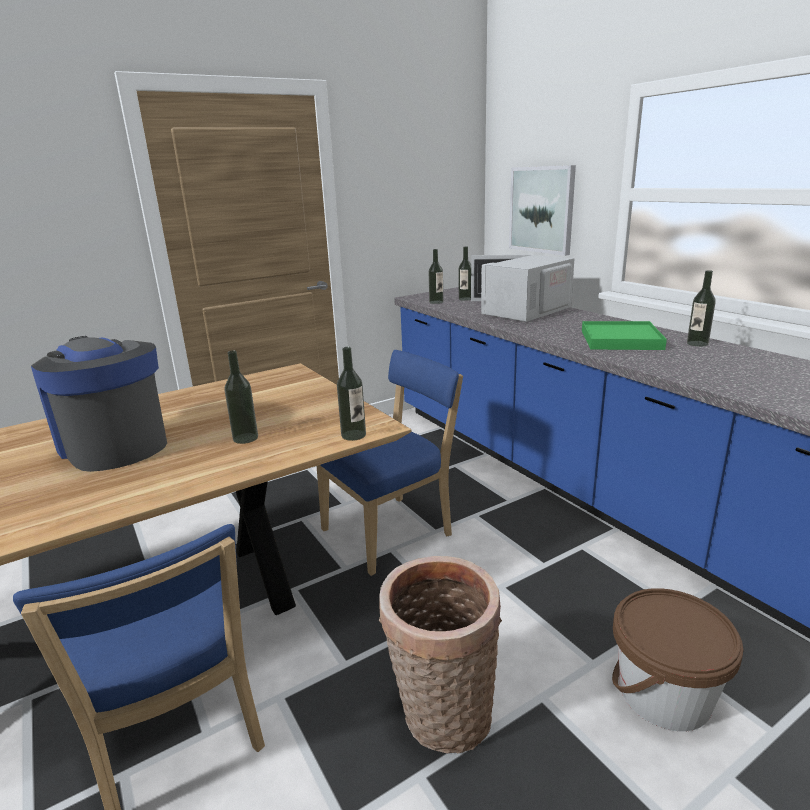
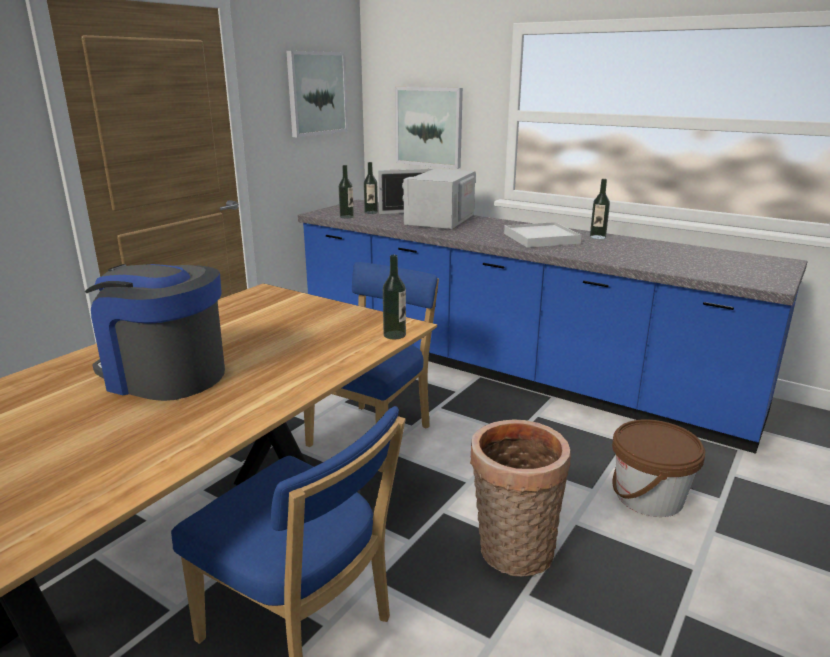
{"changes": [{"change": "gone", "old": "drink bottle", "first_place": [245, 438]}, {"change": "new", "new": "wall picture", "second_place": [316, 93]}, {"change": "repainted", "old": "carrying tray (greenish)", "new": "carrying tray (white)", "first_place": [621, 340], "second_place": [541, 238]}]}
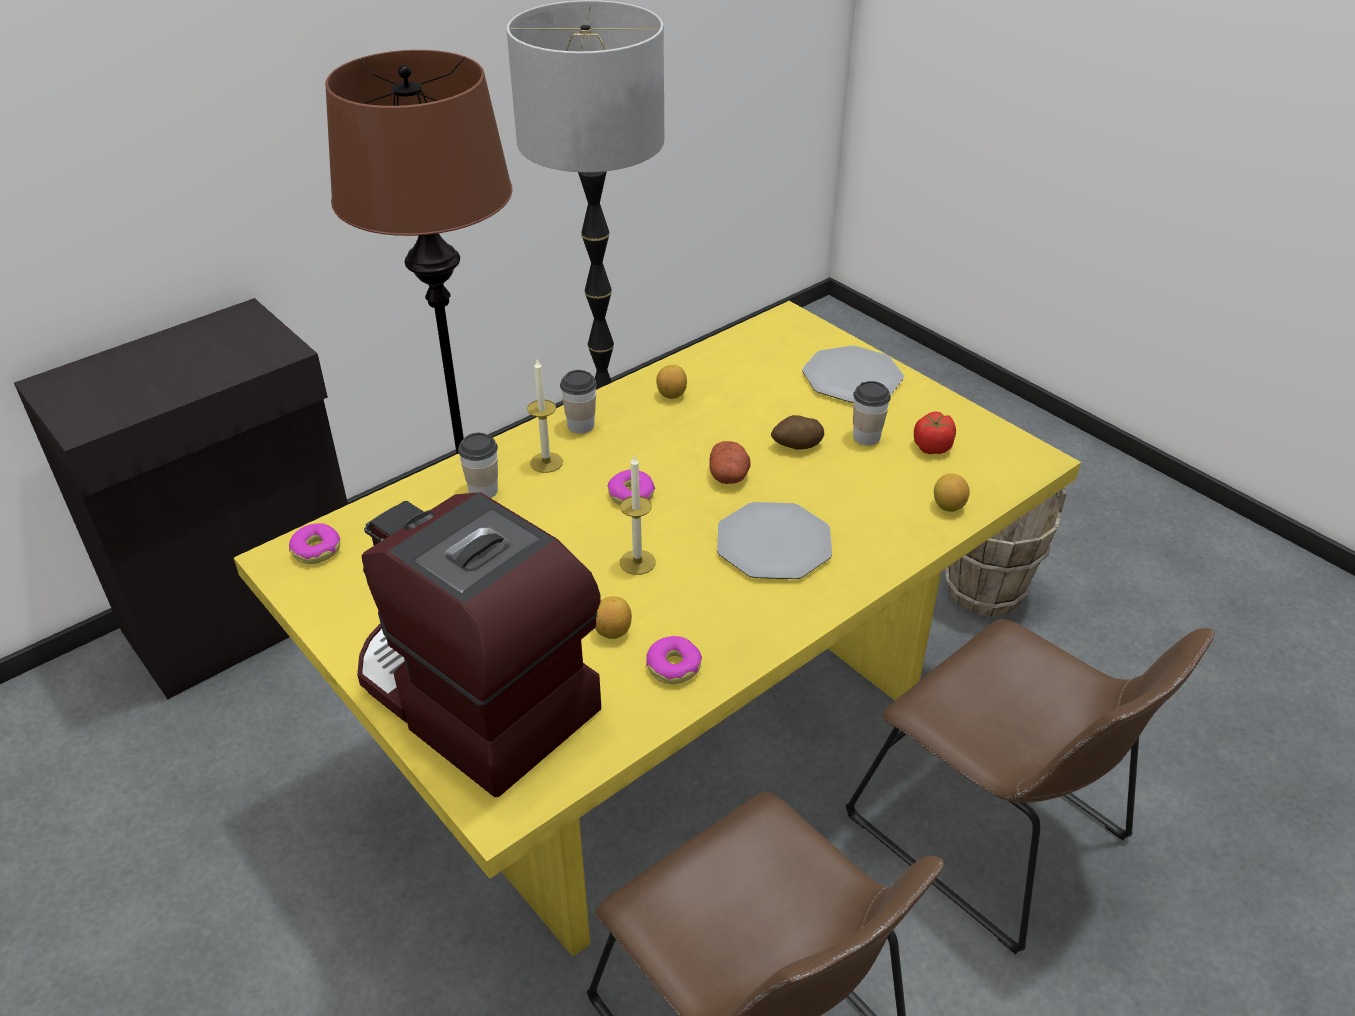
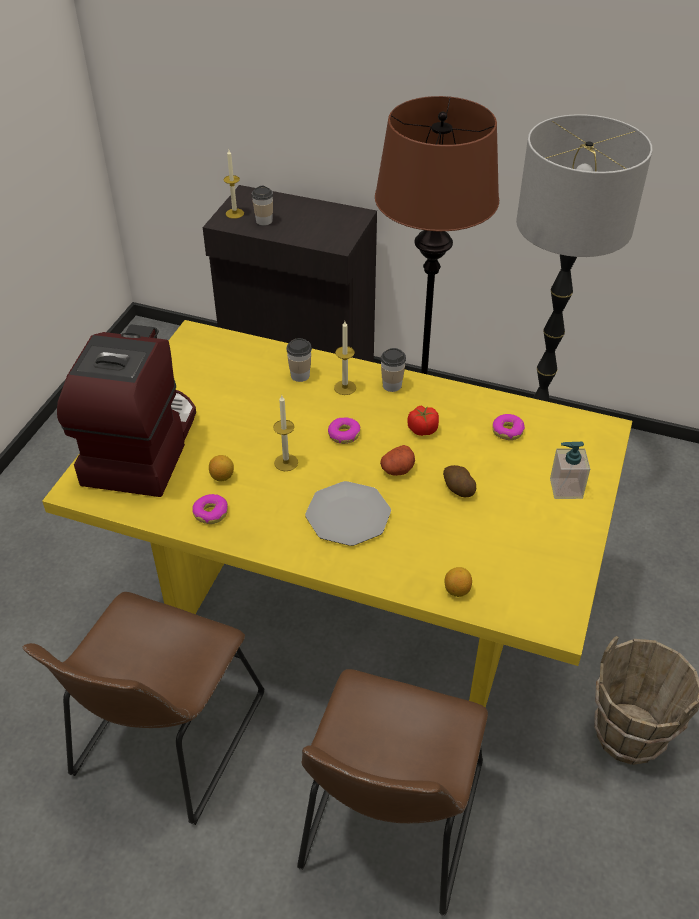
{"changes": [{"change": "gone", "old": "citrus fruit", "first_place": [671, 394]}, {"change": "new", "new": "candle", "second_place": [234, 213]}, {"change": "shifted", "old": "ring doughnut", "first_place": [316, 550], "second_place": [507, 431]}, {"change": "shifted", "old": "drinking cup", "first_place": [866, 437], "second_place": [264, 221]}, {"change": "shifted", "old": "tomato", "first_place": [932, 447], "second_place": [422, 429]}, {"change": "swapped", "old": "flat dish", "new": "liquid soap bottle", "first_place": [852, 377], "second_place": [565, 488]}]}
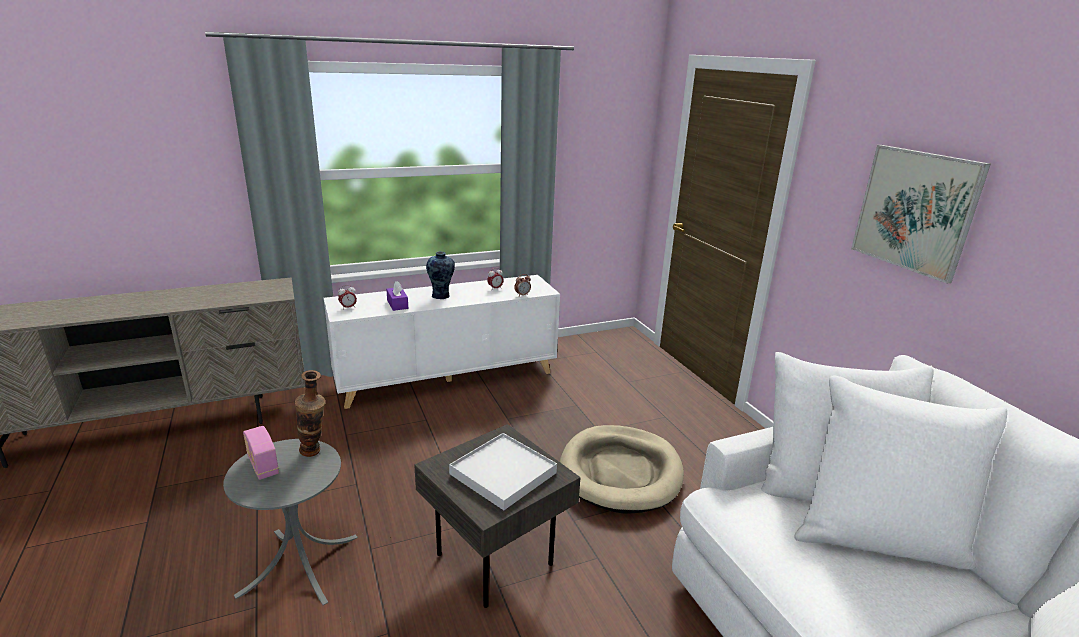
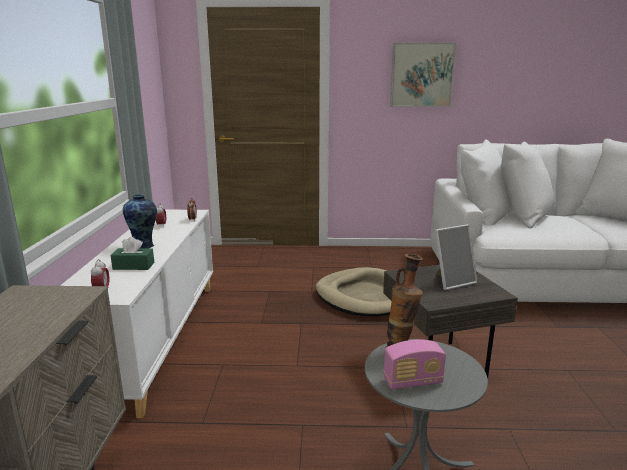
{"changes": [{"change": "swapped", "old": "carrying tray (white)", "new": "picture frame", "first_place": [503, 473], "second_place": [452, 281]}, {"change": "repainted", "old": "box of tissues (purplish)", "new": "box of tissues (greenish)", "first_place": [397, 304], "second_place": [133, 266]}]}
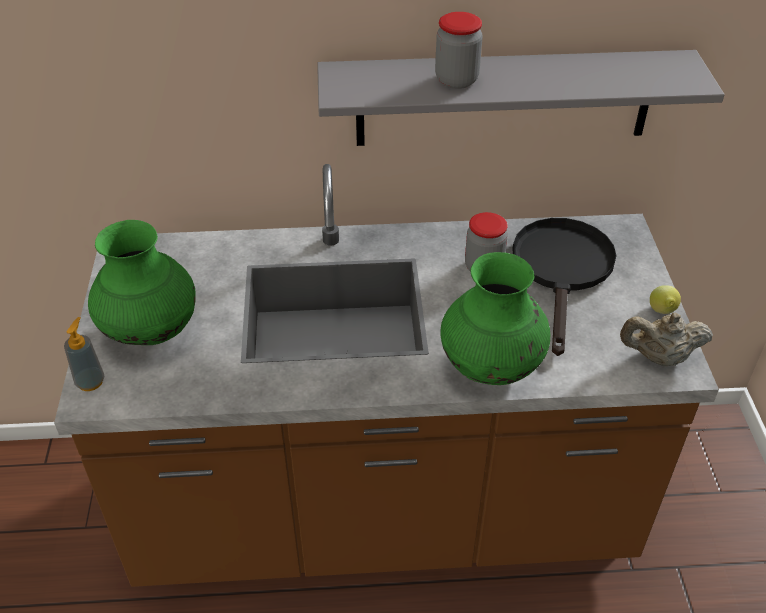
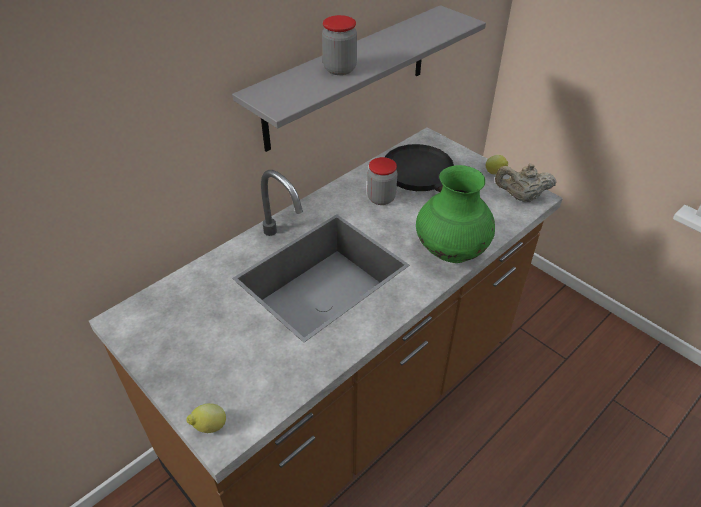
{"changes": [{"change": "gone", "old": "flower vase (greenish)", "first_place": [151, 332]}, {"change": "swapped", "old": "liquid soap bottle", "new": "citrus fruit", "first_place": [90, 382], "second_place": [209, 427]}, {"change": "rotated", "old": "teapot (sand-coloured)", "first_place": [659, 357], "second_place": [521, 197], "degrees": 45}]}
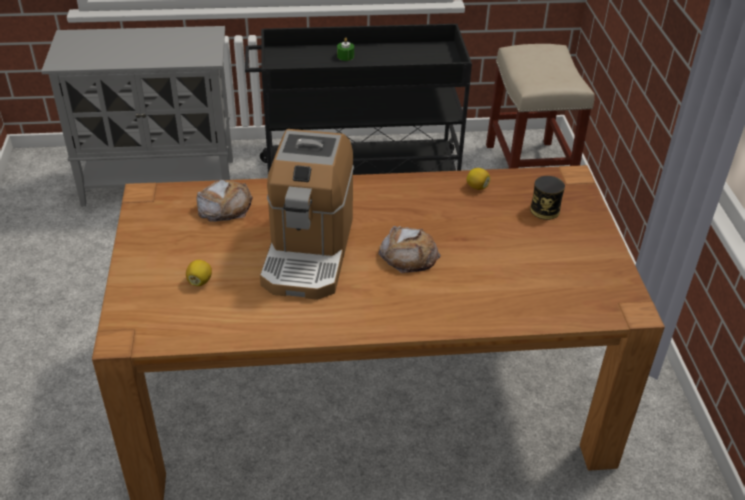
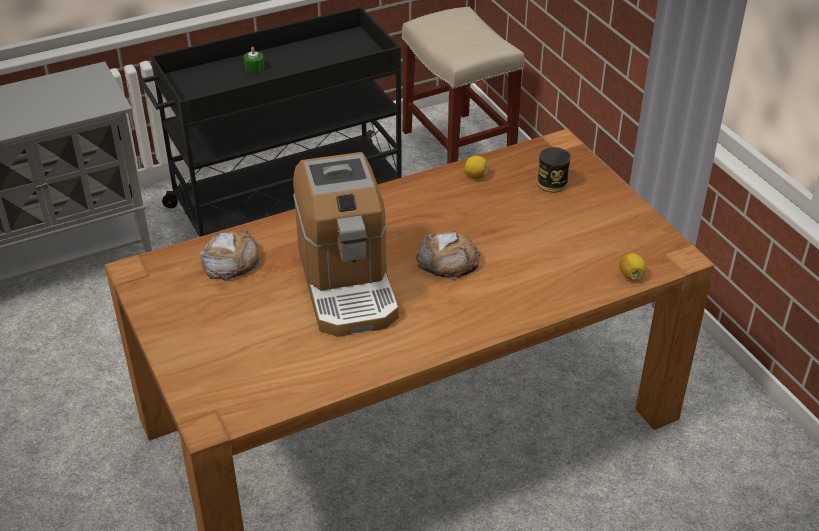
{"changes": [{"change": "shifted", "old": "citrus fruit", "first_place": [200, 281], "second_place": [631, 275]}]}
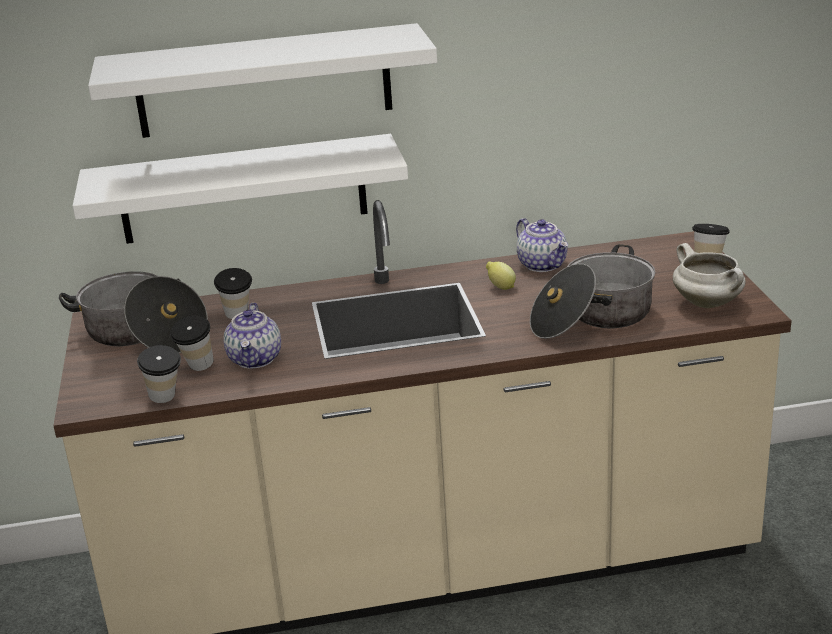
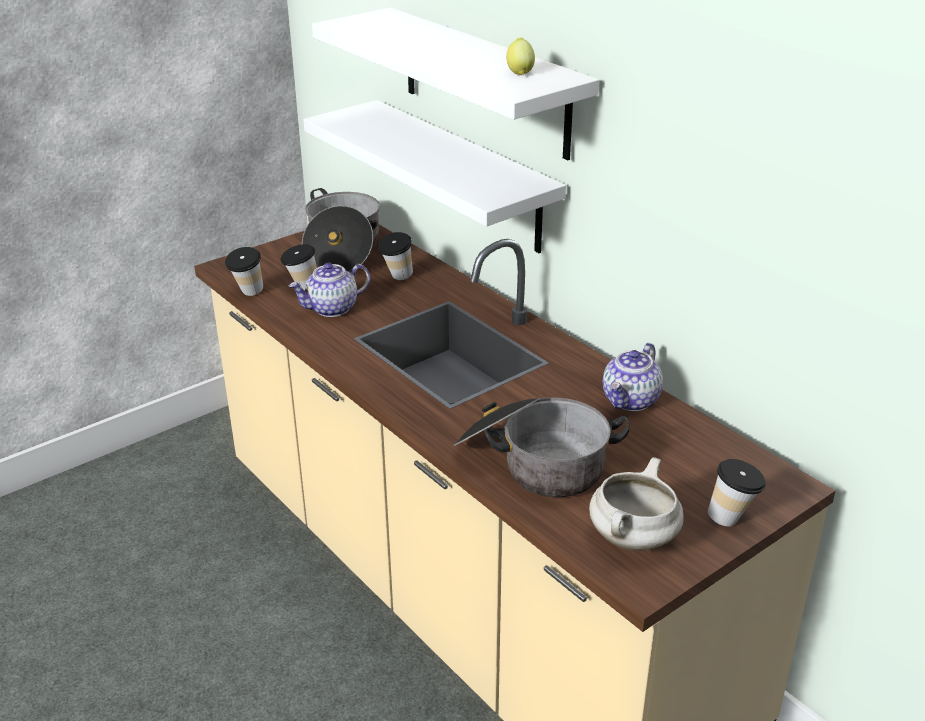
{"changes": [{"change": "shifted", "old": "citrus fruit", "first_place": [500, 287], "second_place": [520, 72]}]}
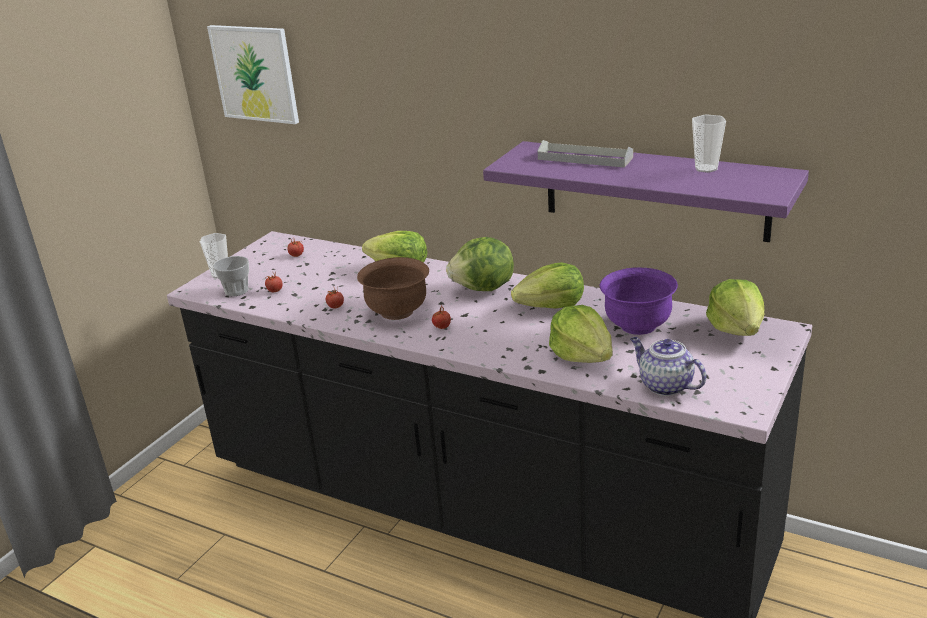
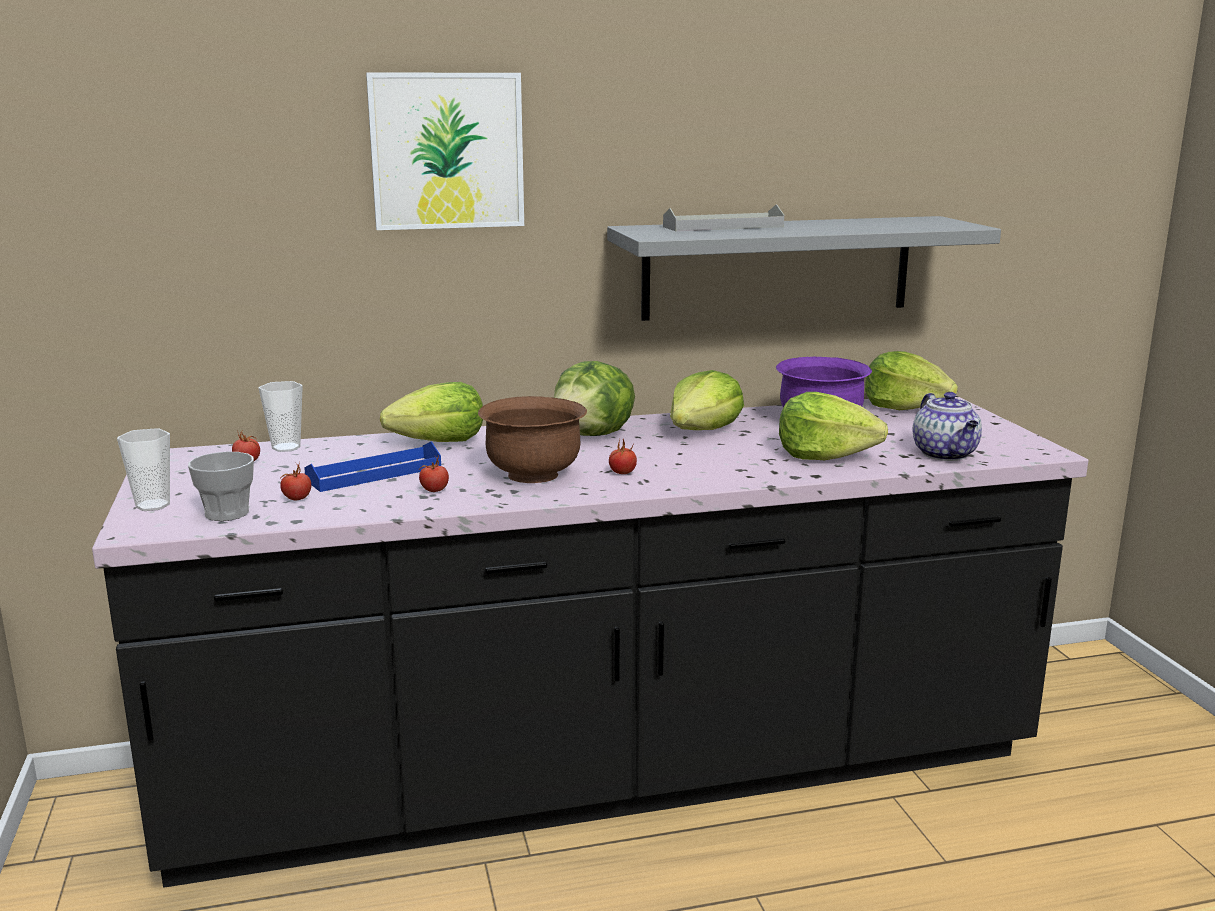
{"changes": [{"change": "new", "new": "carrying tray (blue)", "second_place": [374, 474]}, {"change": "shifted", "old": "wall picture", "first_place": [255, 73], "second_place": [447, 151]}, {"change": "shifted", "old": "drinking cup", "first_place": [706, 168], "second_place": [286, 447]}, {"change": "repainted", "old": "shelf (purplish)", "new": "shelf (gray)", "first_place": [654, 190], "second_place": [777, 267]}, {"change": "rotated", "old": "teapot", "first_place": [664, 385], "second_place": [946, 455], "degrees": -105}]}
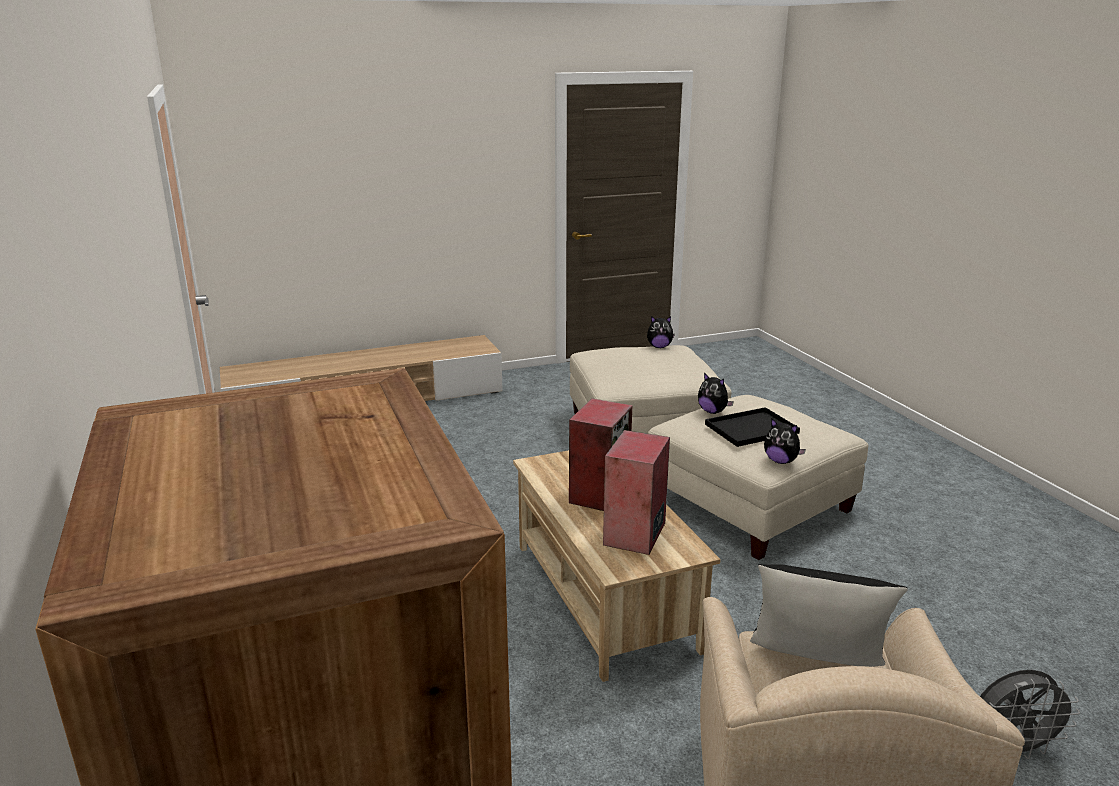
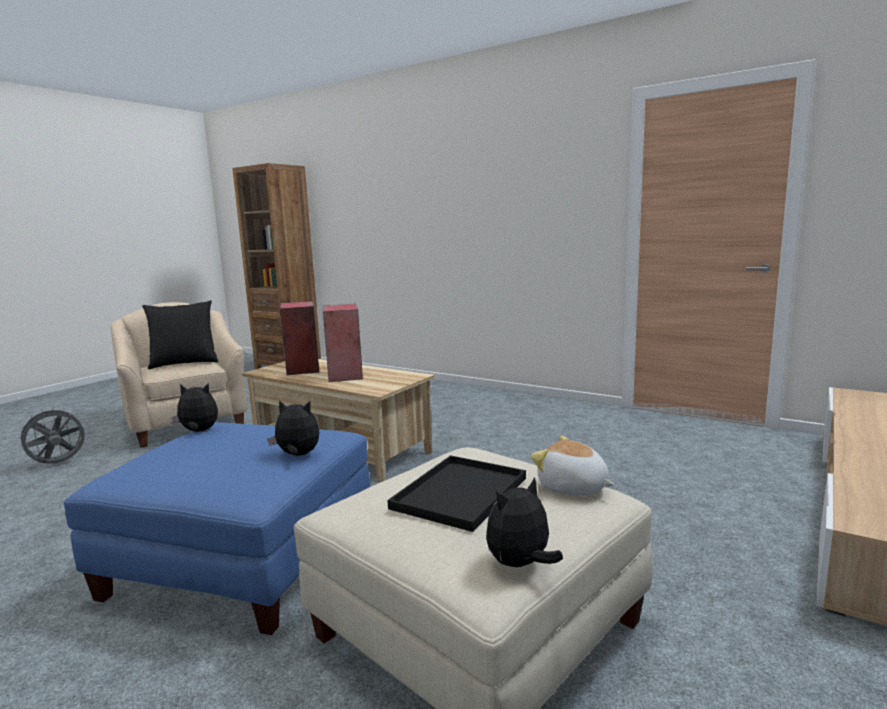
{"changes": [{"change": "new", "new": "cuddly toy", "second_place": [572, 488]}, {"change": "shifted", "old": "carrying tray (black-coloured)", "first_place": [752, 428], "second_place": [460, 494]}, {"change": "repainted", "old": "pouffe (sand-coloured)", "new": "pouffe (blue)", "first_place": [750, 504], "second_place": [242, 557]}]}
